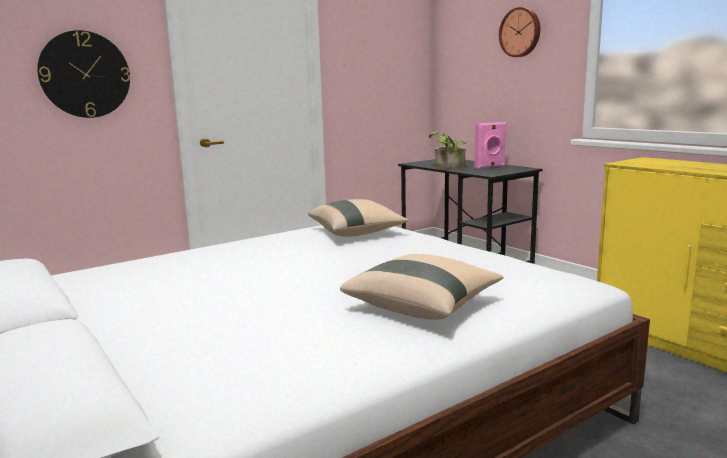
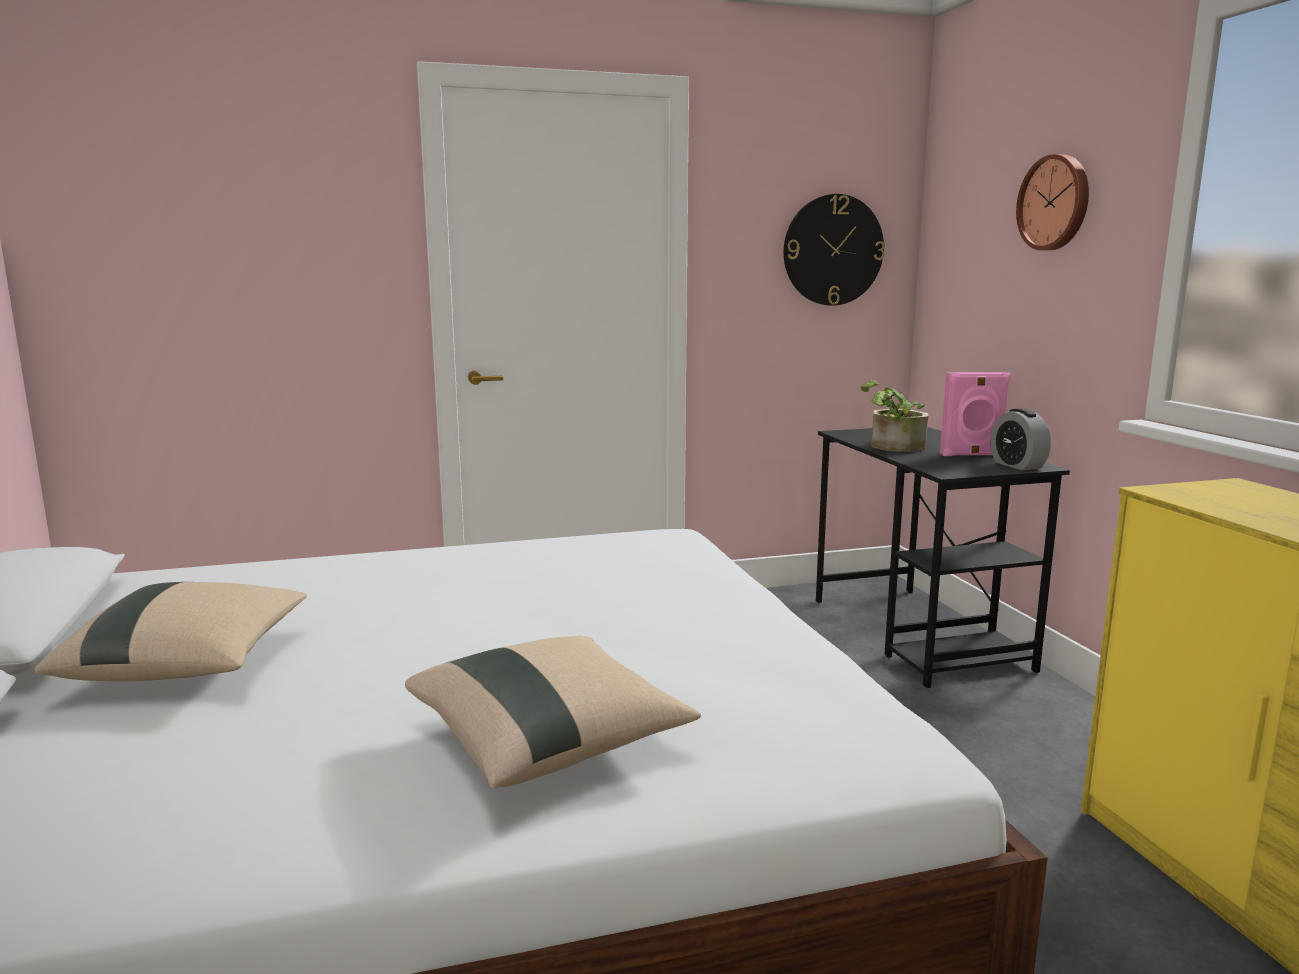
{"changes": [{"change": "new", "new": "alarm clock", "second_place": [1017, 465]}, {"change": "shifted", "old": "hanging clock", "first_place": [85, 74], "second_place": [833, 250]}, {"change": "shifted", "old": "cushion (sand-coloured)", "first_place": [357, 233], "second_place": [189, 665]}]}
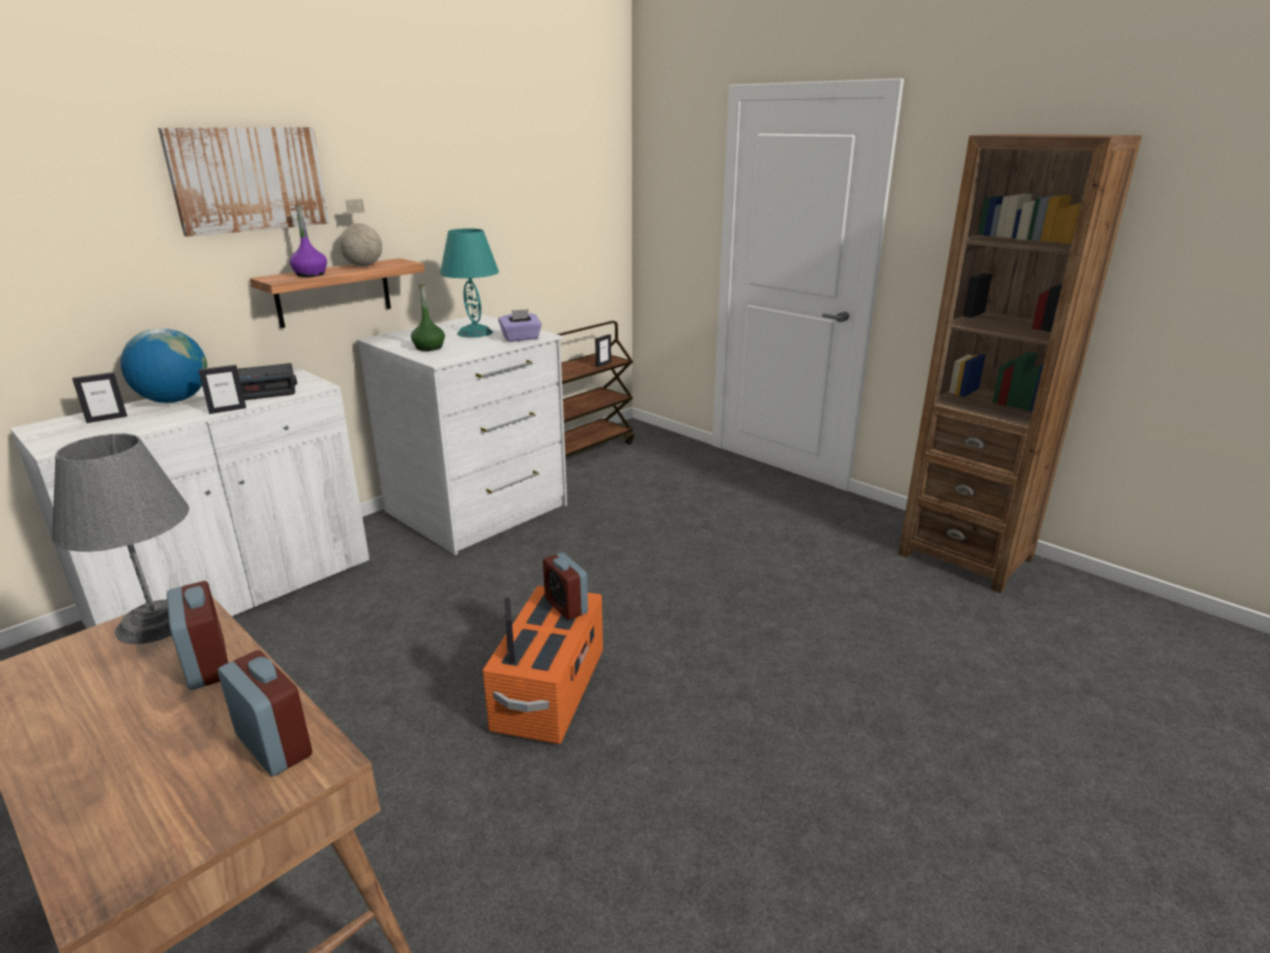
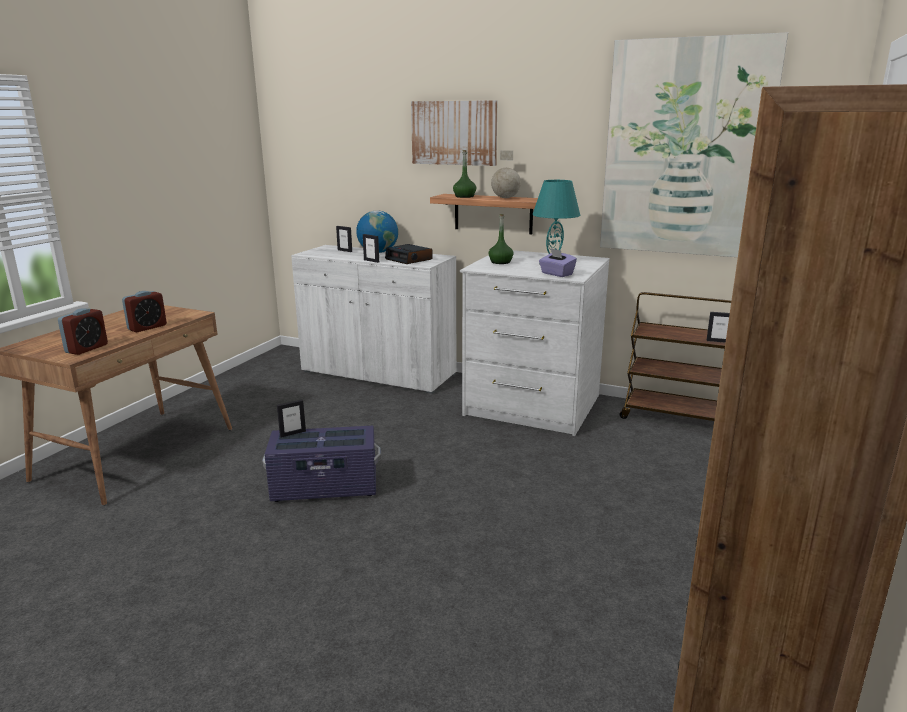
{"changes": [{"change": "gone", "old": "lamp for a table (gray)", "first_place": [154, 622]}, {"change": "gone", "old": "alarm clock", "first_place": [566, 606]}, {"change": "new", "new": "wall picture", "second_place": [685, 150]}, {"change": "repainted", "old": "drink bottle (purplish)", "new": "drink bottle (greenish)", "first_place": [310, 274], "second_place": [464, 196]}, {"change": "repainted", "old": "storage bin (orange)", "new": "storage bin (purplish)", "first_place": [550, 690], "second_place": [325, 487]}]}
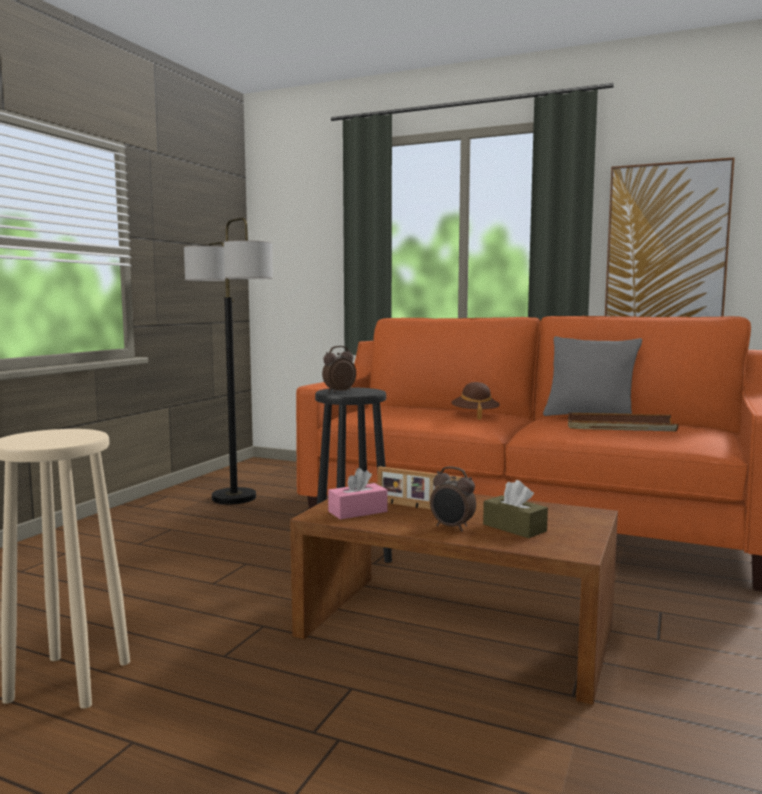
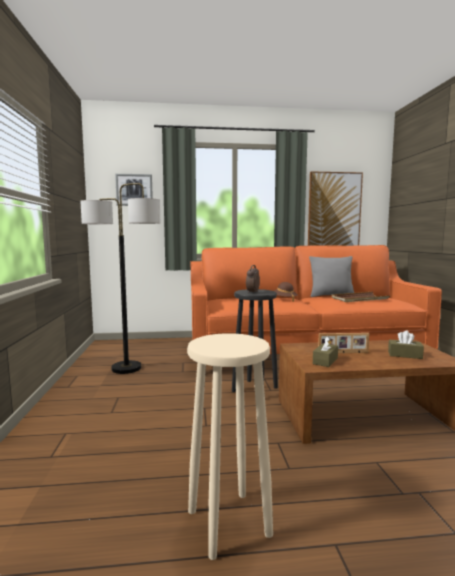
{"changes": [{"change": "gone", "old": "alarm clock", "first_place": [452, 527]}, {"change": "new", "new": "wall picture", "second_place": [134, 190]}, {"change": "repainted", "old": "box of tissues (pinkish)", "new": "box of tissues (brown)", "first_place": [357, 512], "second_place": [325, 361]}]}
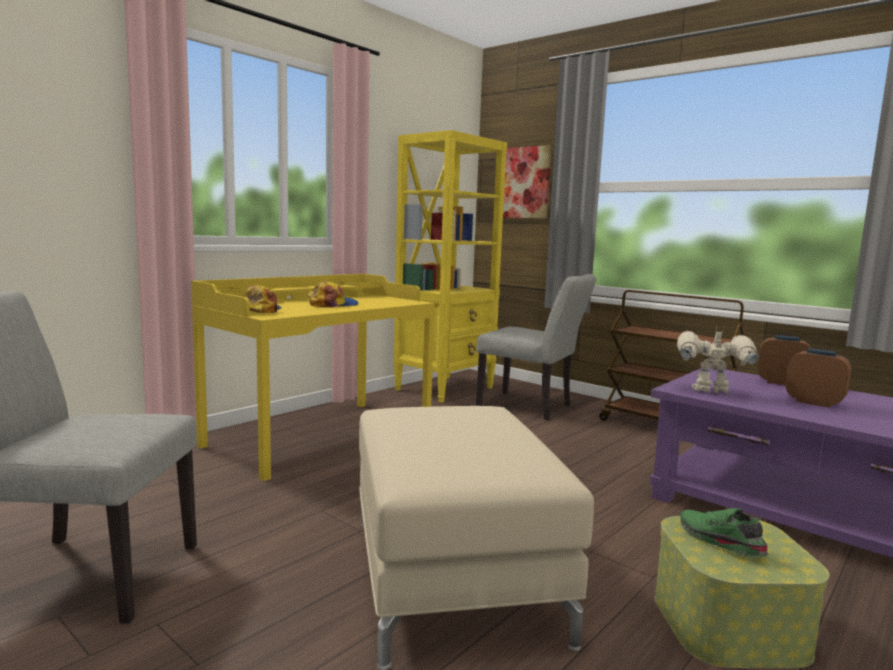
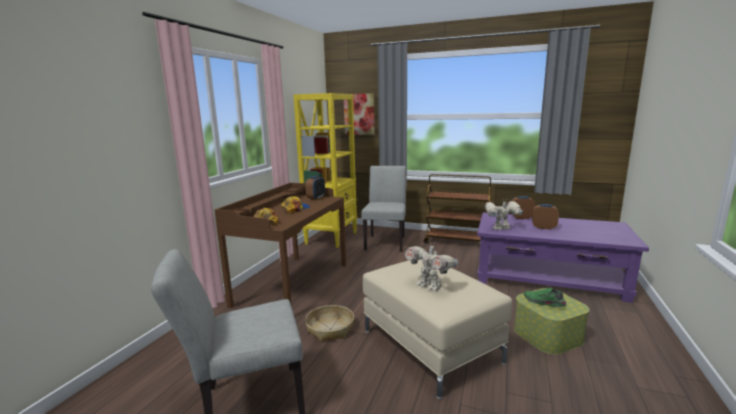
{"changes": [{"change": "new", "new": "basket", "second_place": [330, 329]}, {"change": "new", "new": "alarm clock", "second_place": [316, 198]}, {"change": "new", "new": "model robot", "second_place": [429, 286]}, {"change": "repainted", "old": "desk unit (yellow)", "new": "desk unit (brown)", "first_place": [320, 435], "second_place": [292, 283]}, {"change": "rotated", "old": "chair (gray)", "first_place": [531, 407], "second_place": [386, 242], "degrees": -90}]}
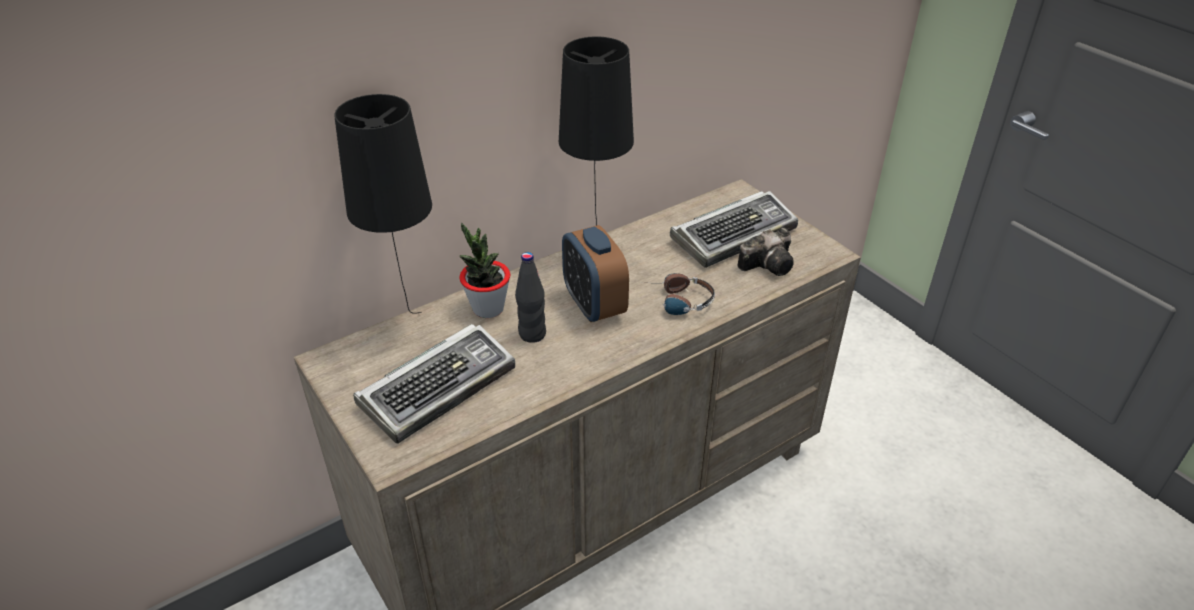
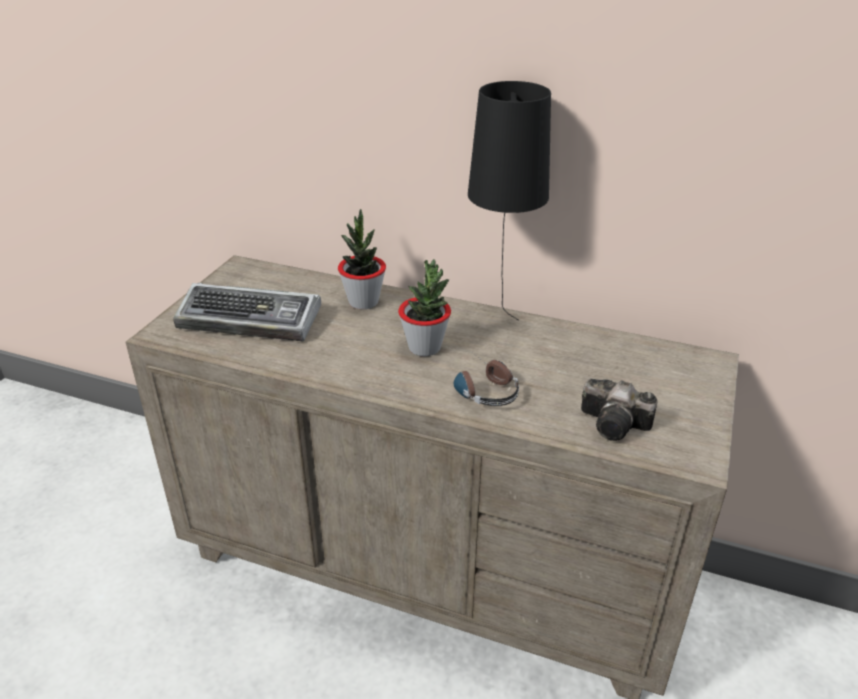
{"changes": [{"change": "gone", "old": "lamp for a table (black-coloured)", "first_place": [410, 324]}, {"change": "gone", "old": "drink bottle (black-coloured)", "first_place": [532, 334]}, {"change": "gone", "old": "computer keyboard", "first_place": [734, 235]}, {"change": "swapped", "old": "alarm clock", "new": "houseplant", "first_place": [594, 305], "second_place": [425, 347]}]}
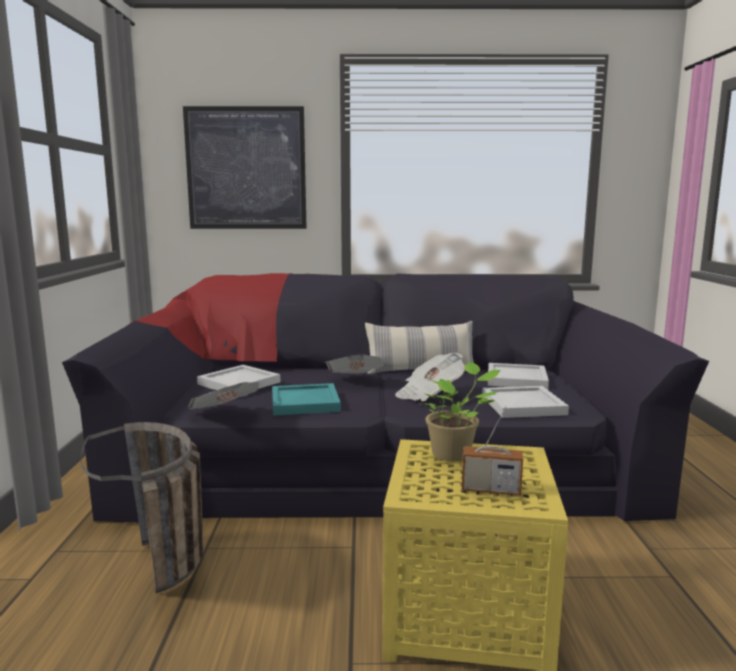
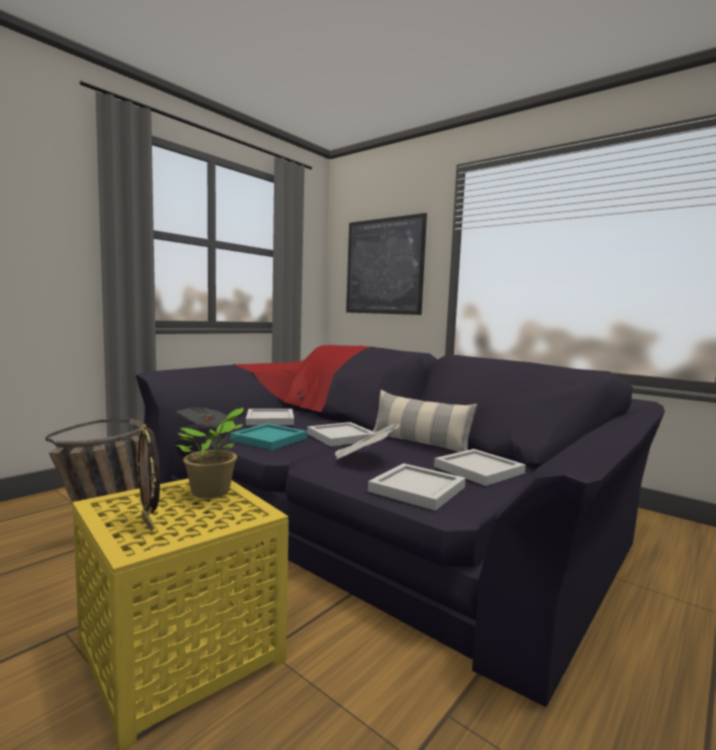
{"changes": [{"change": "swapped", "old": "daily paper", "new": "carrying tray (white)", "first_place": [355, 381], "second_place": [341, 436]}, {"change": "swapped", "old": "radio set", "new": "picture frame", "first_place": [491, 490], "second_place": [149, 523]}]}
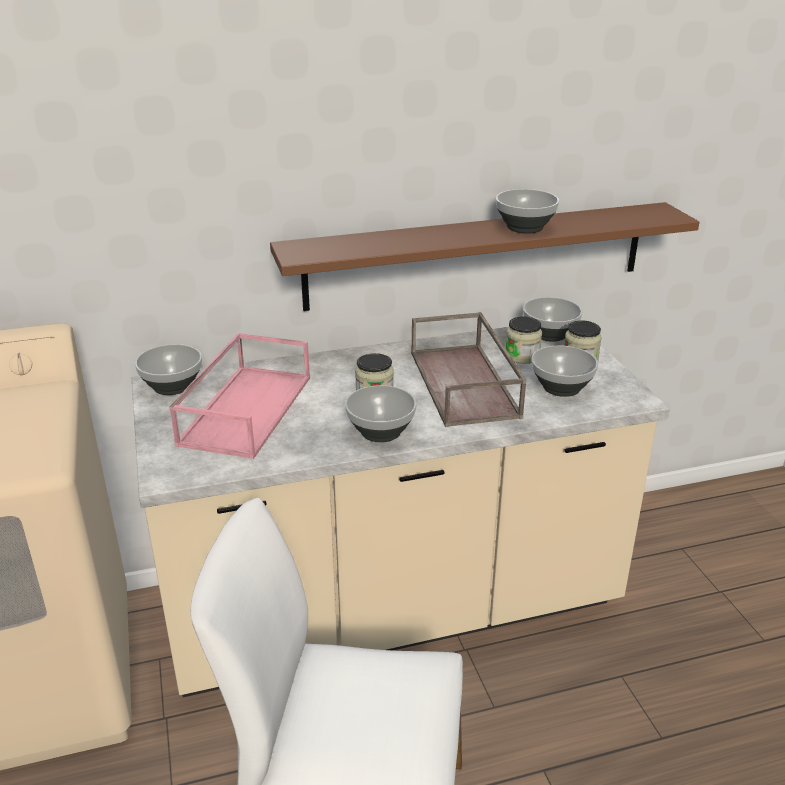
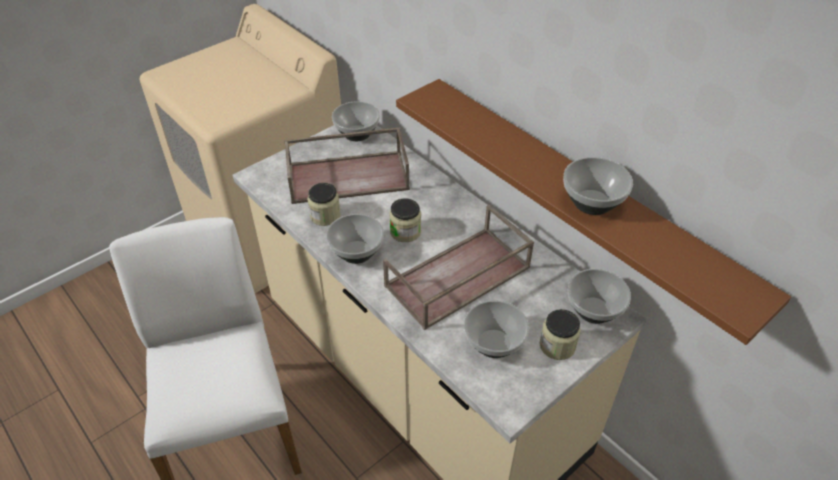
{"changes": [{"change": "shifted", "old": "storage jar", "first_place": [522, 356], "second_place": [325, 216]}, {"change": "repainted", "old": "carrying tray (pinkish)", "new": "carrying tray (brown)", "first_place": [245, 409], "second_place": [349, 176]}]}
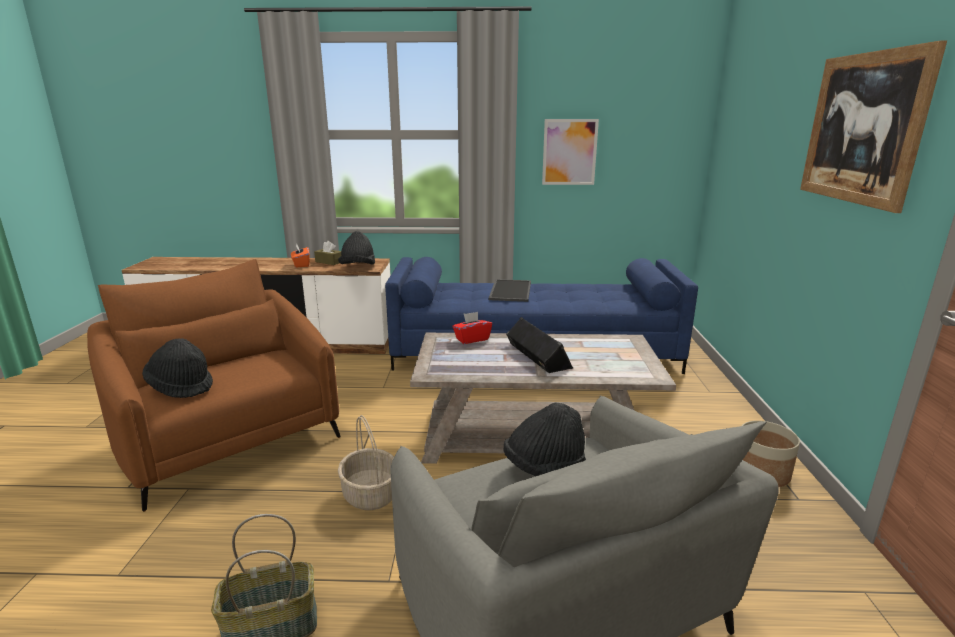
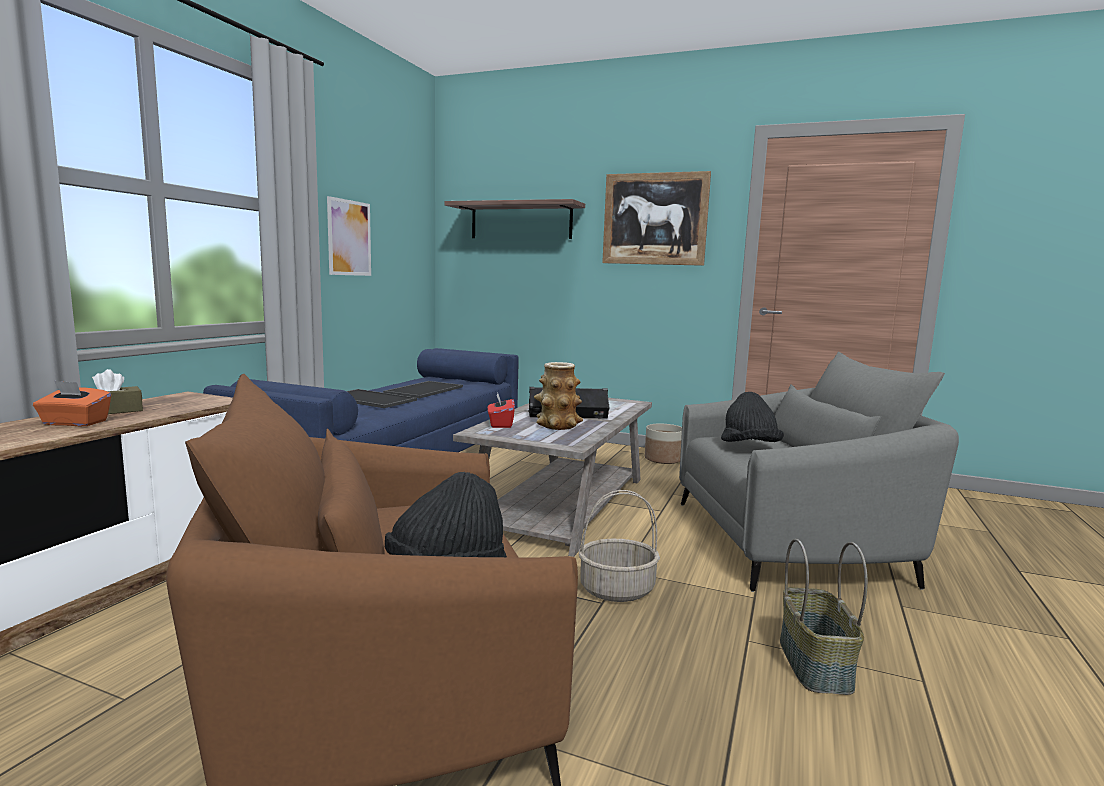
{"changes": [{"change": "gone", "old": "hat (black-coloured)", "first_place": [358, 267]}, {"change": "new", "new": "carrying tray", "second_place": [424, 390]}, {"change": "new", "new": "shelf", "second_place": [521, 221]}, {"change": "new", "new": "flower vase", "second_place": [557, 426]}]}
